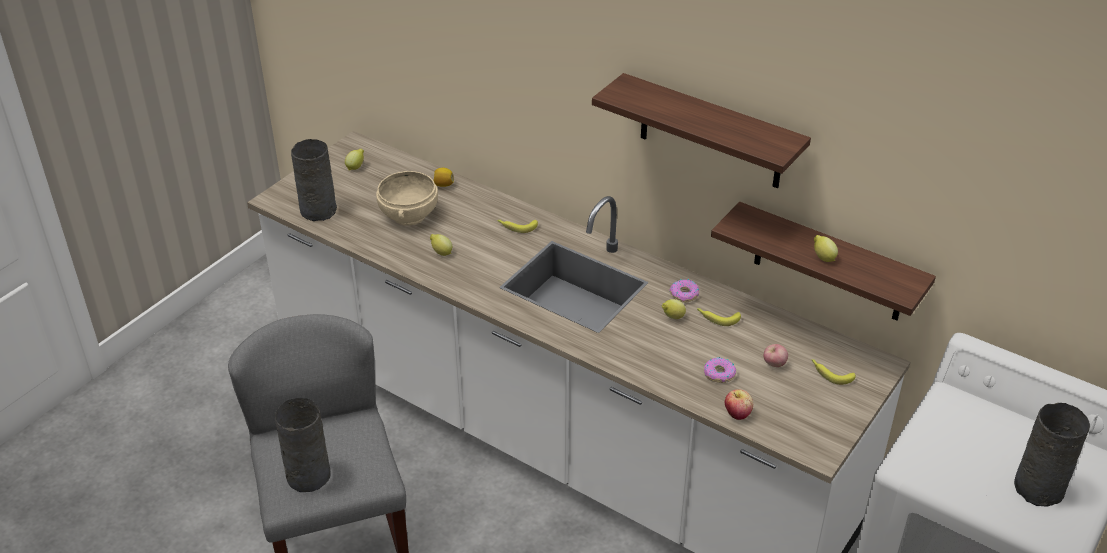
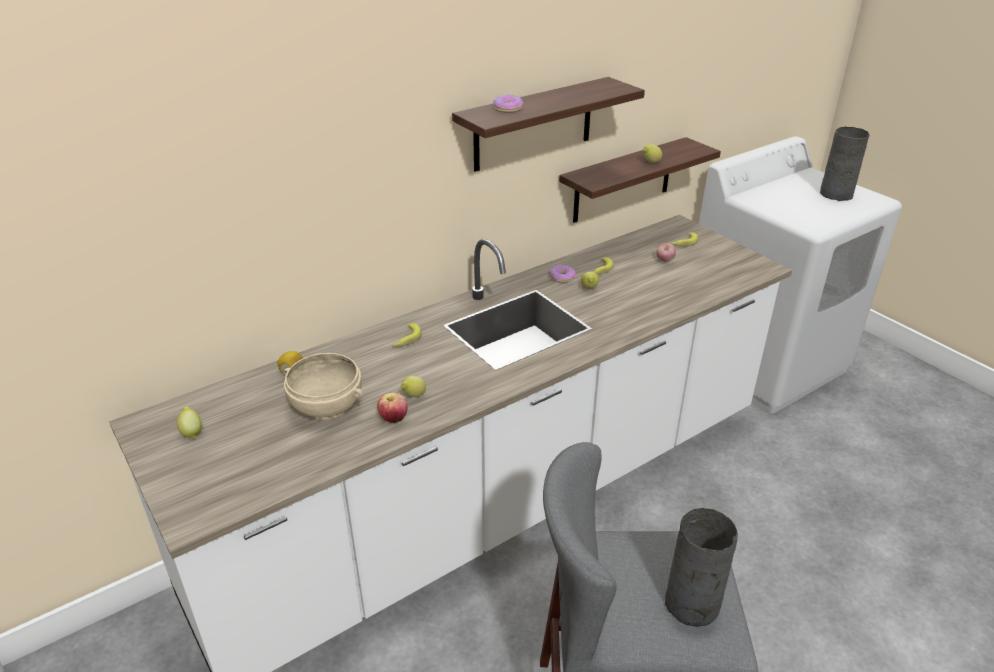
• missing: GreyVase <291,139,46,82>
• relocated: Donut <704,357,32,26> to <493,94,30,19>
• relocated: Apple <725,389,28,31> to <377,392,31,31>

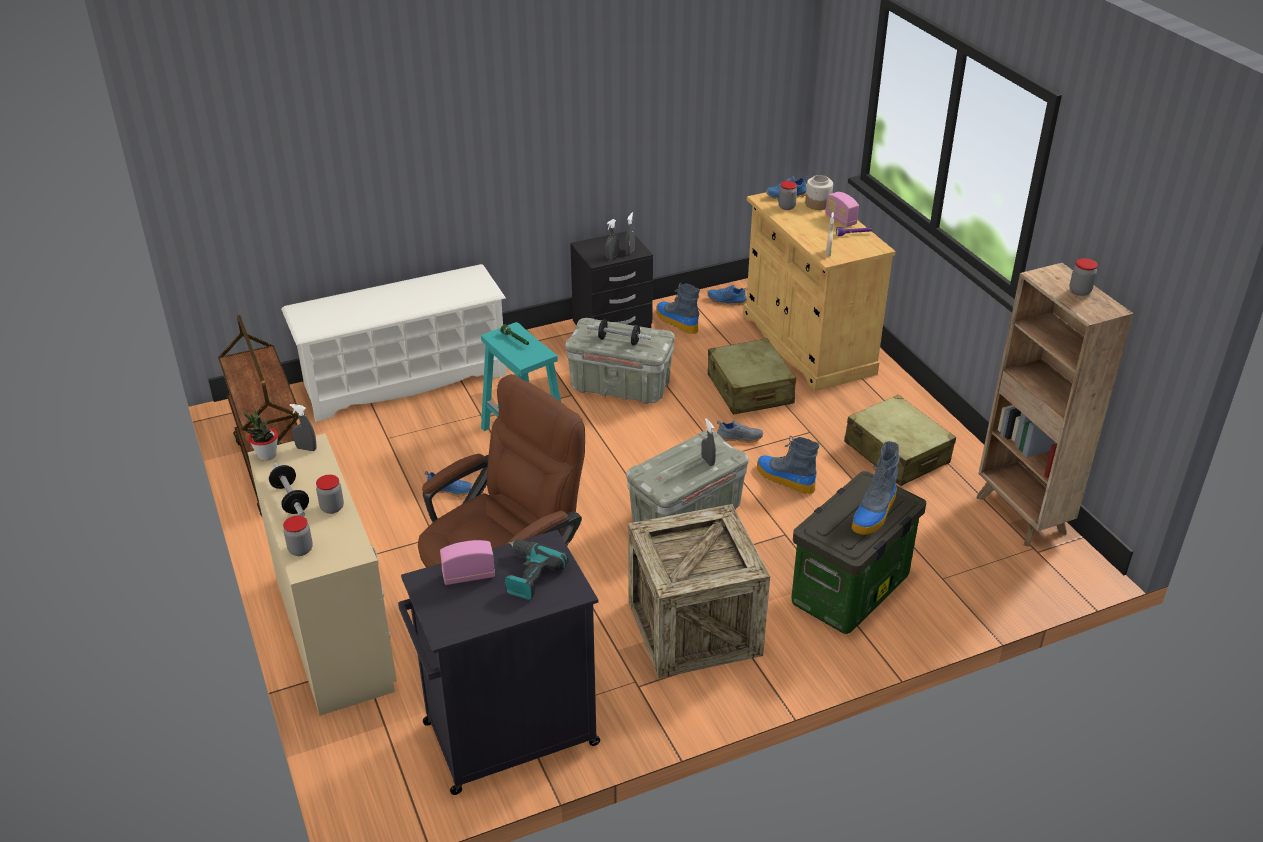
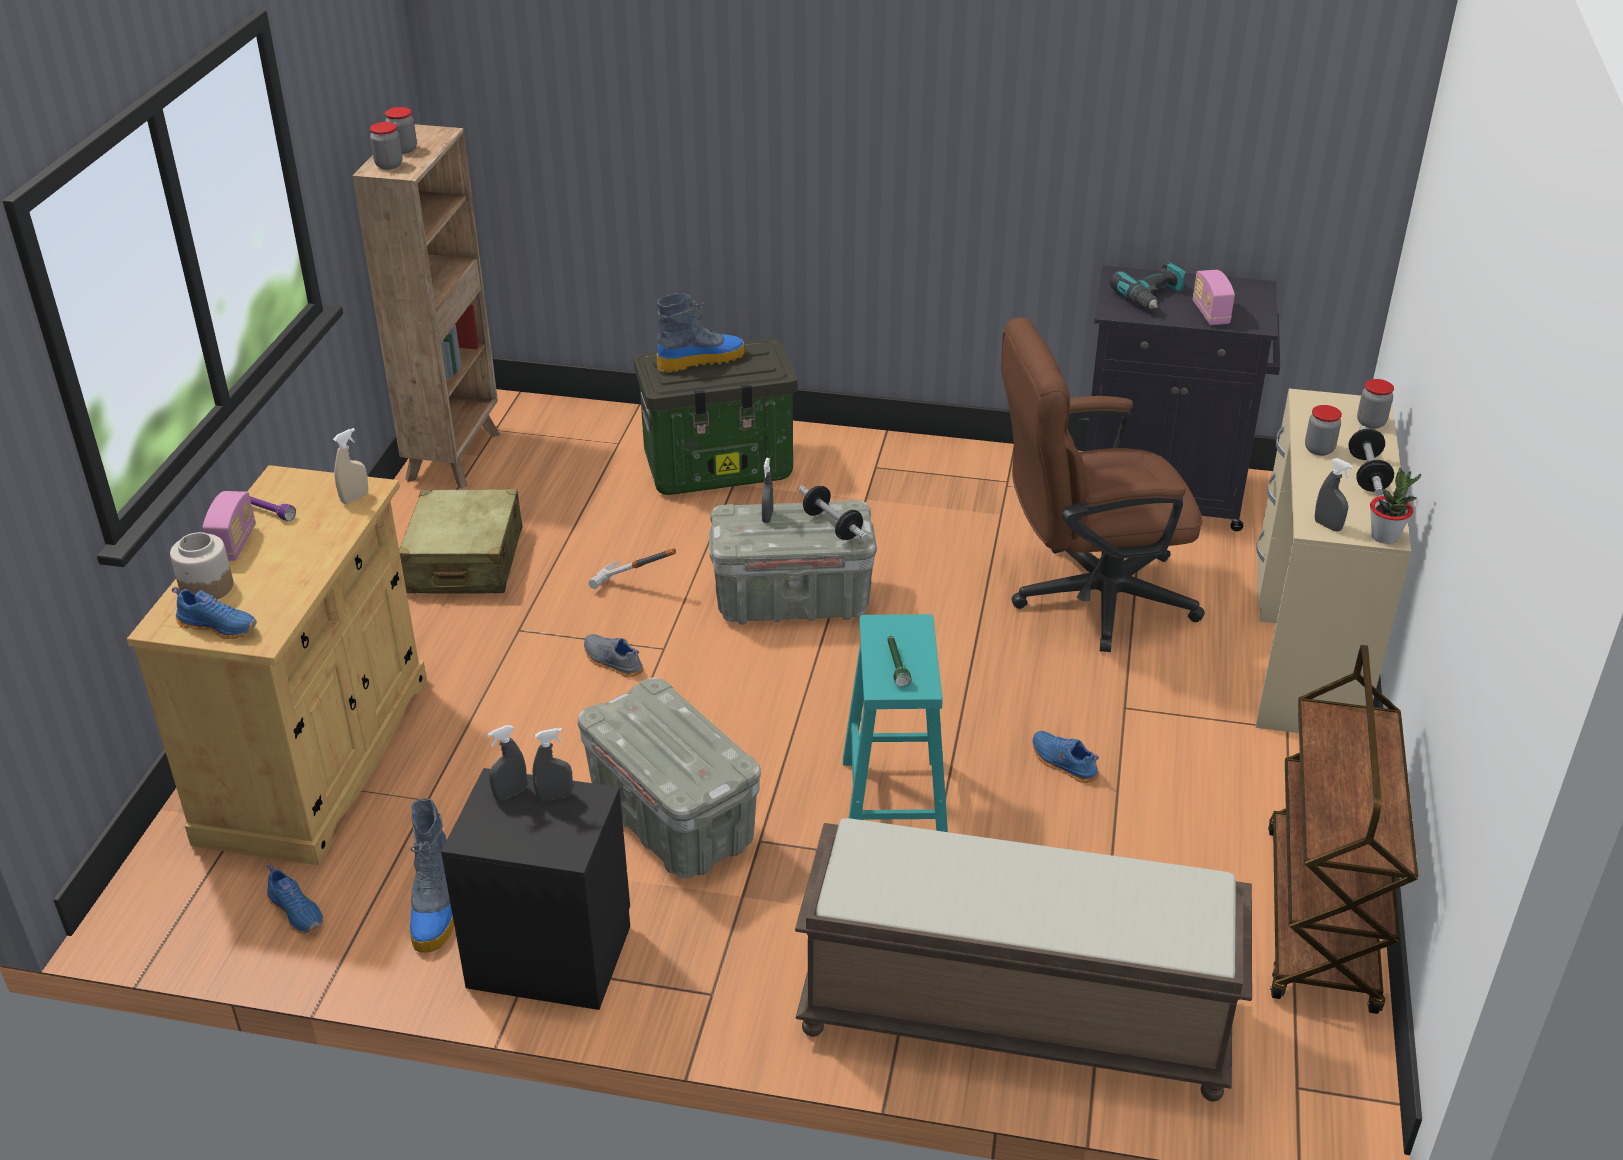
• relocated: Jar <778,181,19,29> to <370,122,32,48>
• exchanged: WhiteShoeRack <281,264,226,158> to BrownBench <795,818,457,284>
• relocated: Dumbbell <587,319,65,26> to <798,486,70,55>
• missing: BeigeSuitcase <708,338,88,77>
• exchanged: Boot <757,436,63,58> to Hammer <589,548,87,41>
• missing: Crate <628,504,142,174>
• spun: Radio <440,540,55,45> = <1193,270,42,55> 60 degrees clockwise

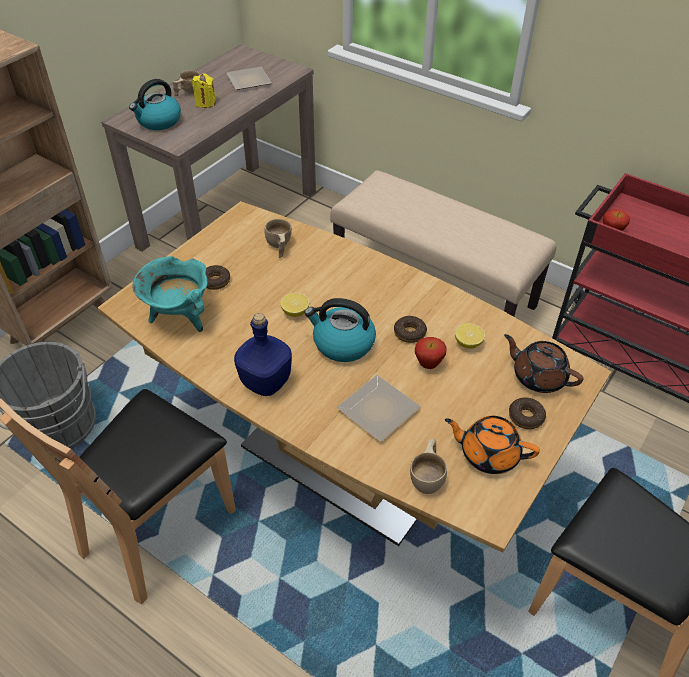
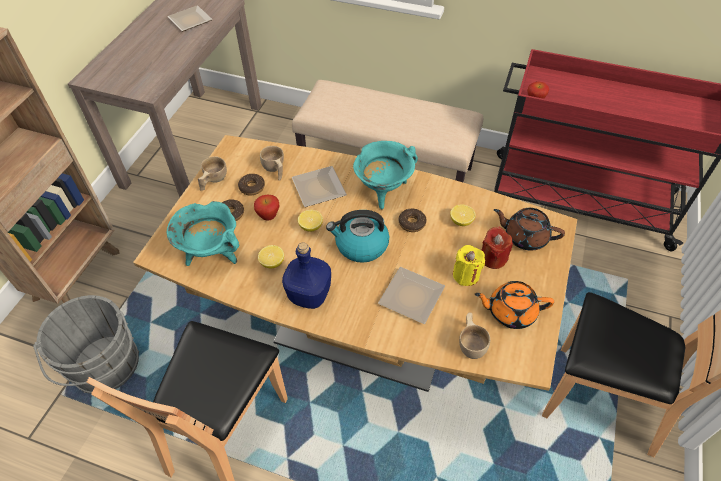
• relocated: BeigeCup <173,70,27,26> to <198,156,29,35>
• relocated: YellowCandle <192,73,24,35> to <453,245,32,41>
• missing: Kettle <129,79,52,51>
• relocated: Apple <415,337,31,32> to <254,195,25,26>
• relocated: Donut <509,397,37,32> to <238,174,27,22>
• appeared: TurquoiseCookingPot <353,141,65,68>
• appeared: Plate <292,166,55,41>
• appeared: RedCandle <481,227,32,42>
• appeared: Lemon <258,245,26,23>

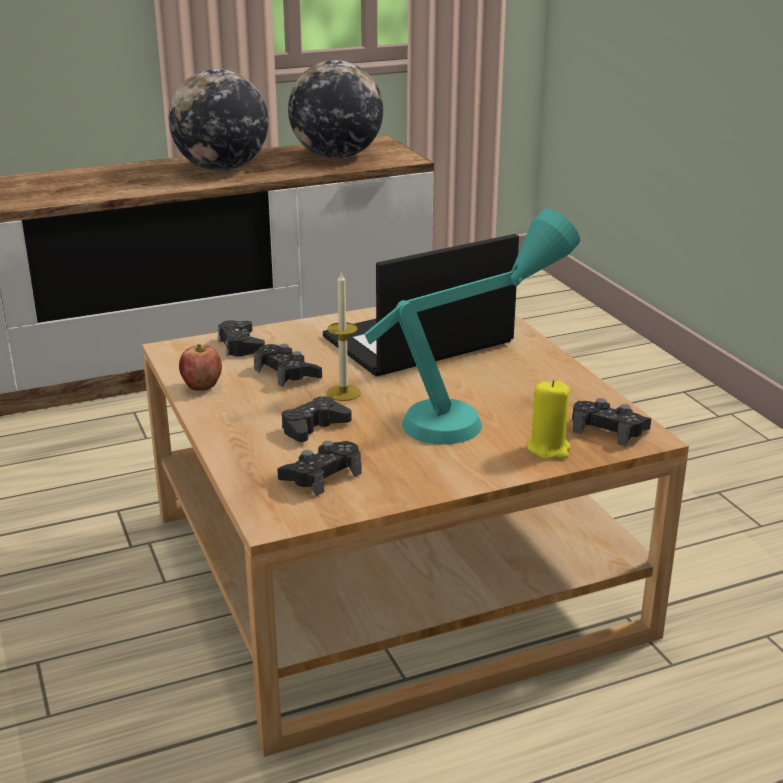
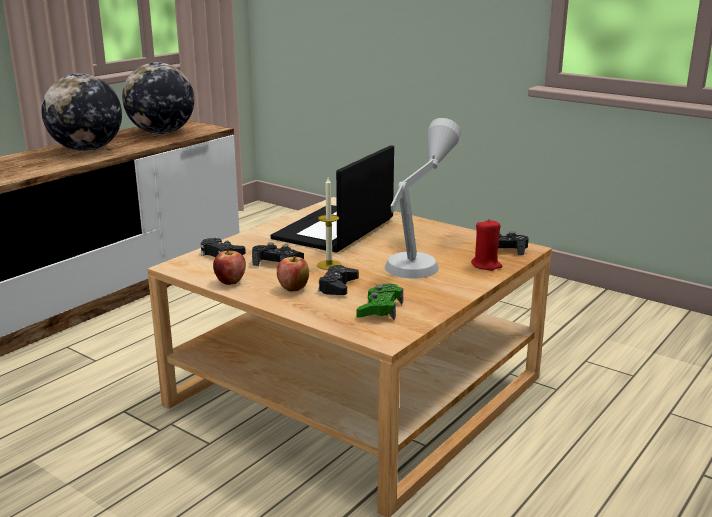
• colour: TurquoiseTableLamp <365,209,215,235> to GreyTableLamp <385,118,76,161>
• colour: YellowCandle <527,380,44,79> to RedCandle <471,219,31,52>
• colour: BlackGameController <277,441,85,55> to GreenGameController <356,283,47,37>
• appeared: Apple <277,256,32,35>

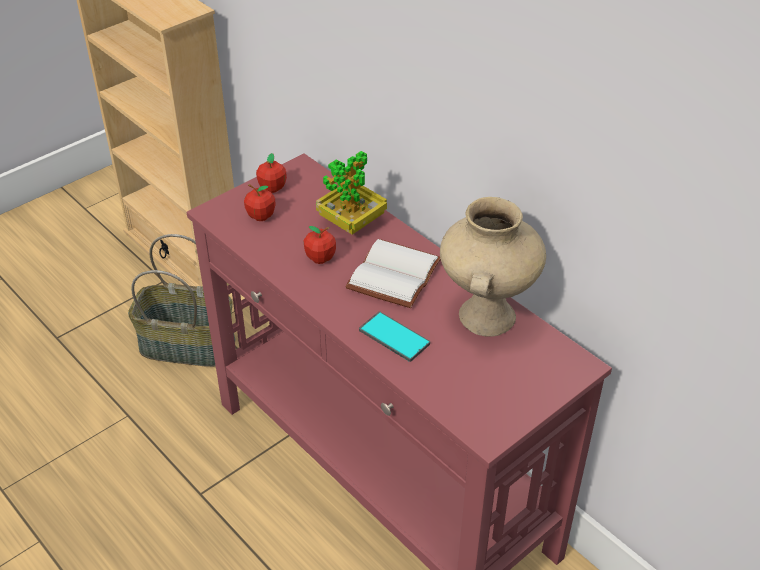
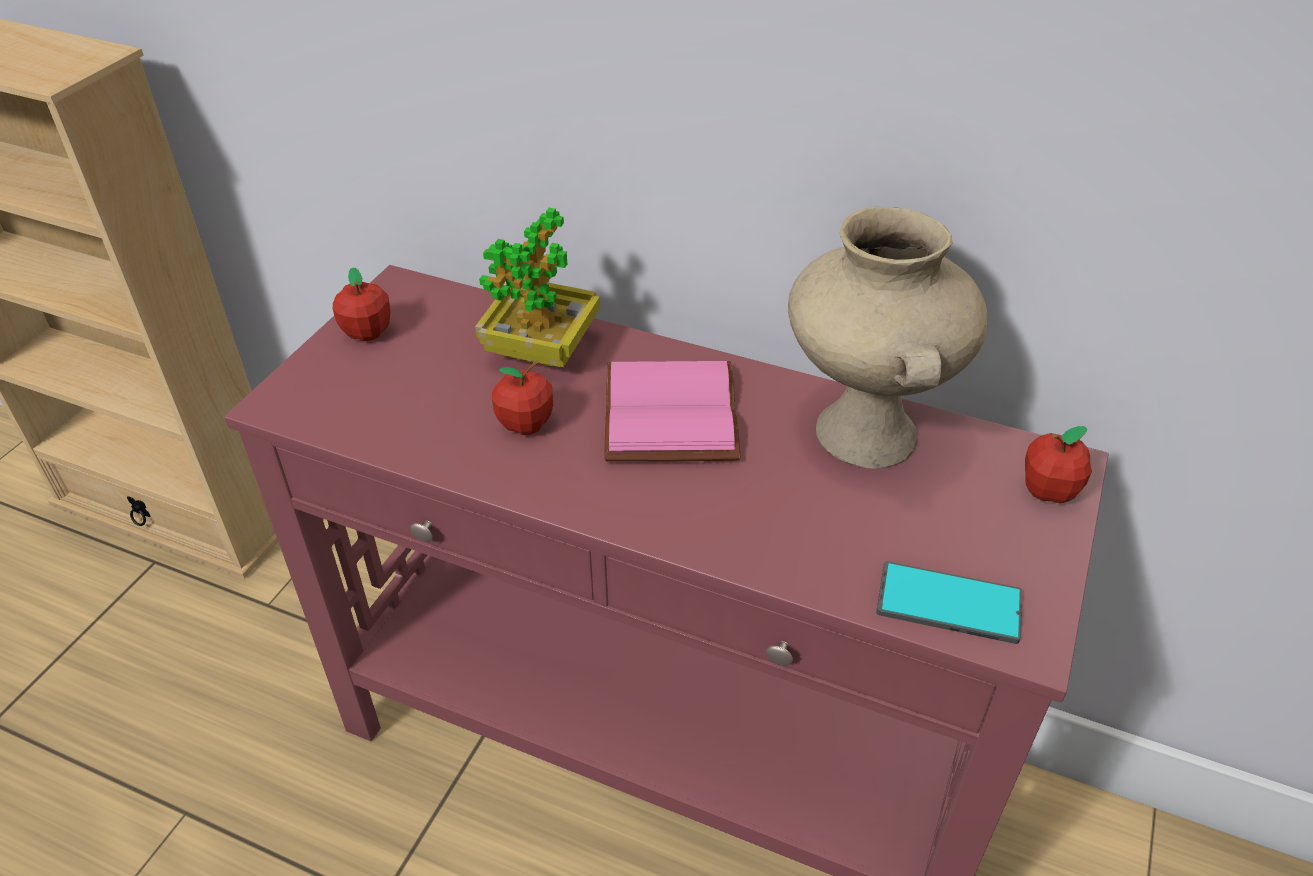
• relocated: Apple <244,184,32,37> to <1025,426,67,77>
• missing: Basket <128,234,107,133>
• colour: WhiteBook <345,239,96,69> to PinkBook <604,361,137,101>
• relocated: Phone <359,311,71,51> to <876,561,146,83>

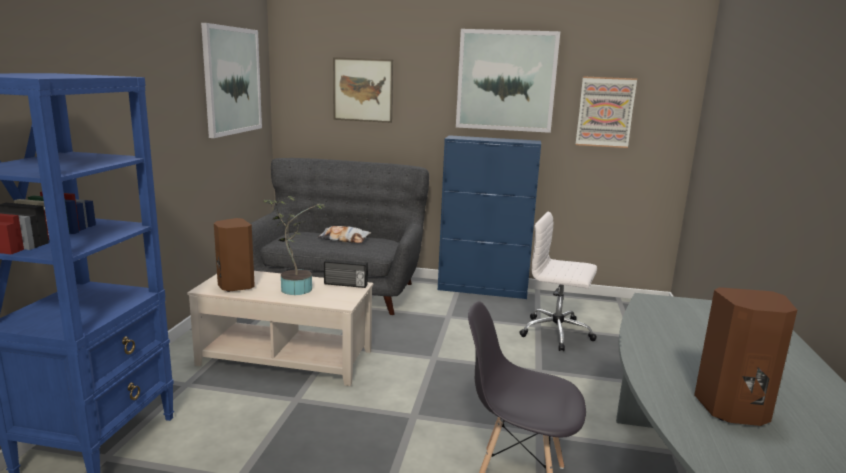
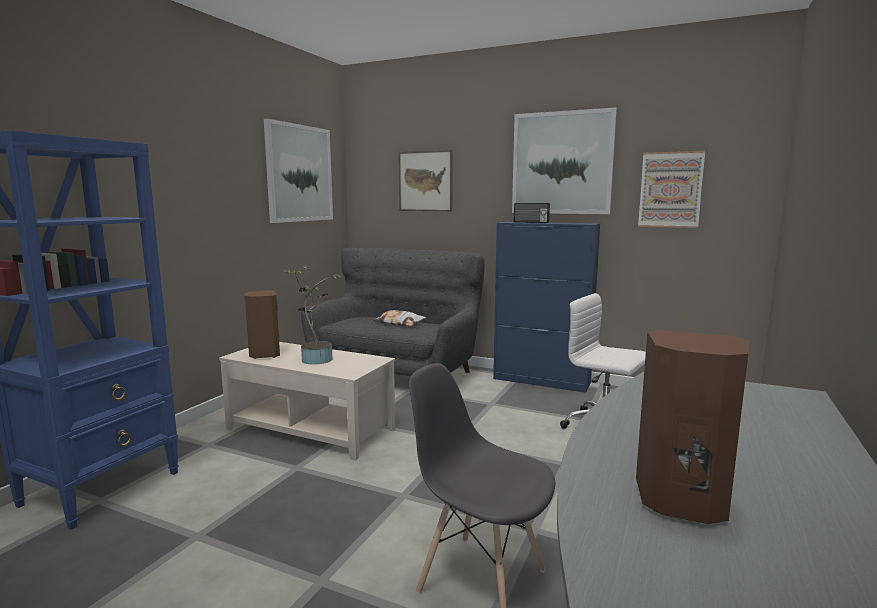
• relocated: Radio <324,259,44,29> to <514,203,36,20>

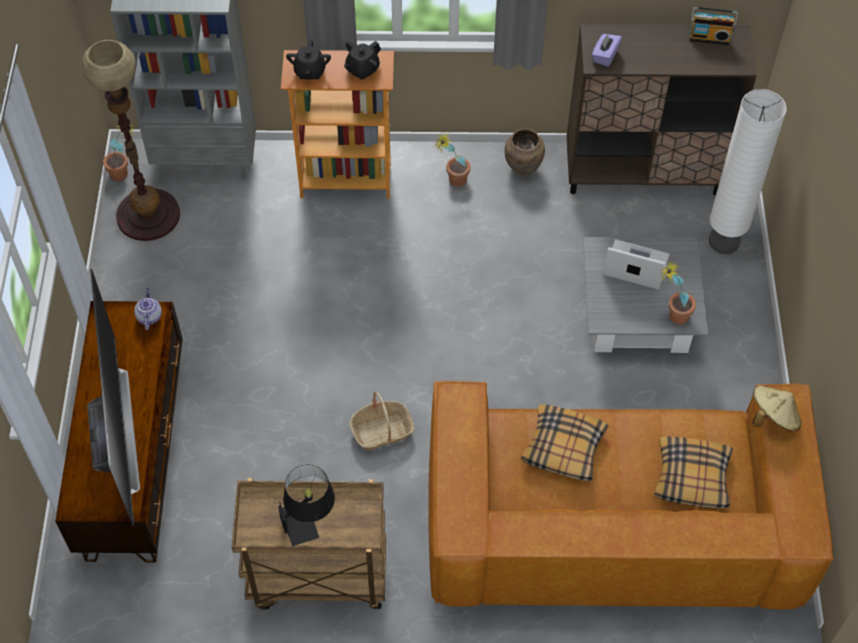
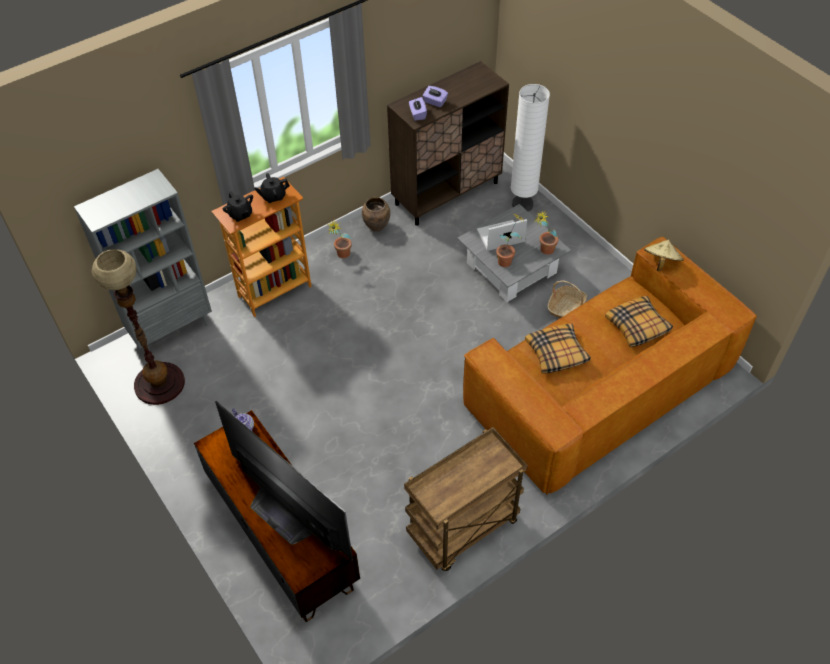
• missing: Radio <689,7,49,38>
• spun: BlackTeapot <344,41,37,39> = <254,173,36,30> 60 degrees clockwise
• relocated: PottedPlant <103,124,31,57> to <496,214,30,53>
• relocated: Basket <350,392,65,58> to <547,280,40,38>
• missing: BlackTableLamp <278,465,57,81>
• appeared: PurpleTissueBox <422,86,26,21>

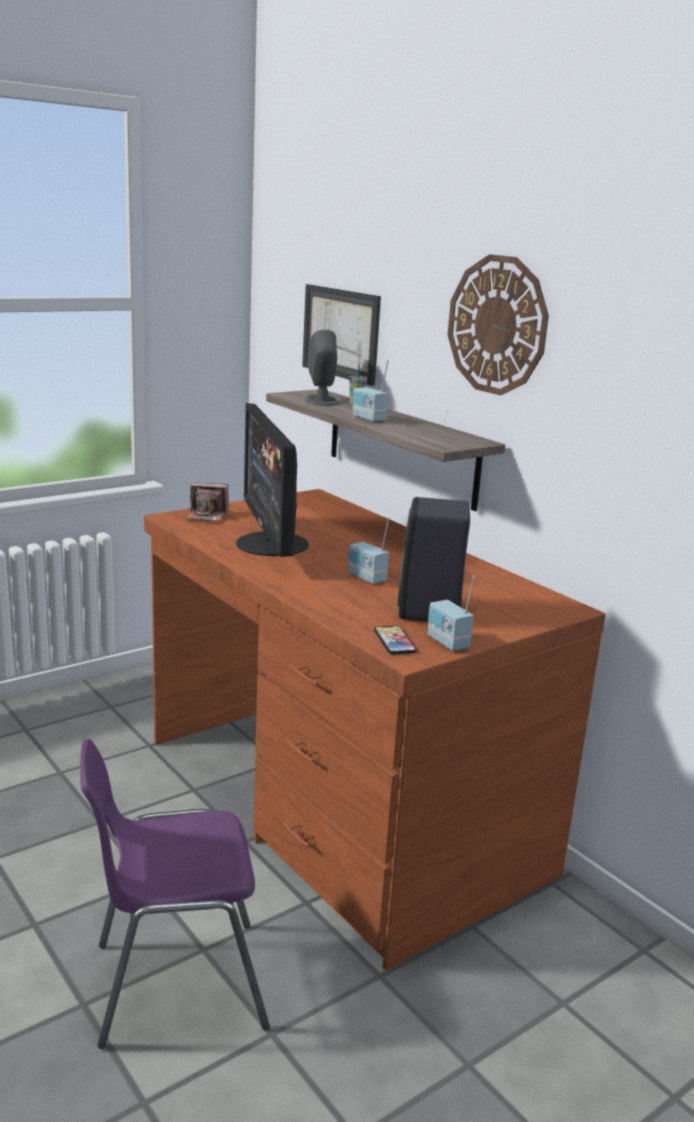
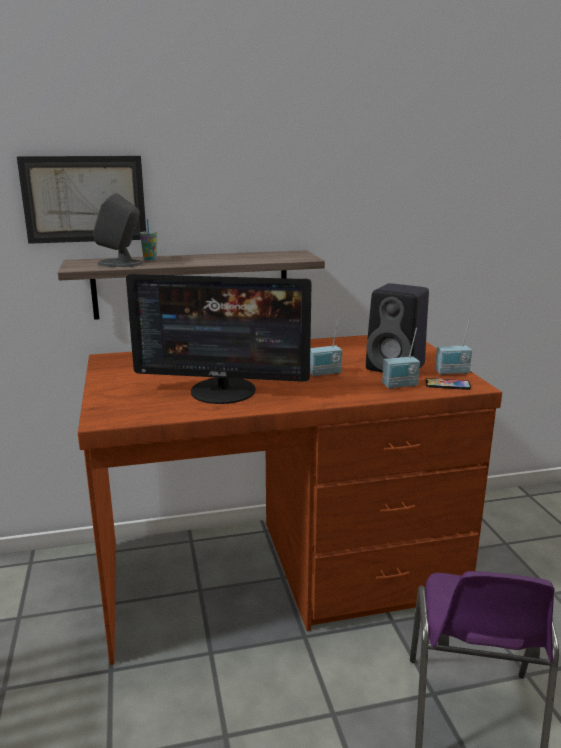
• missing: WallClock <448,254,101,141>
• relocated: Radio <352,360,37,62> to <382,328,38,61>
• missing: PhotoCamera <186,482,43,40>

